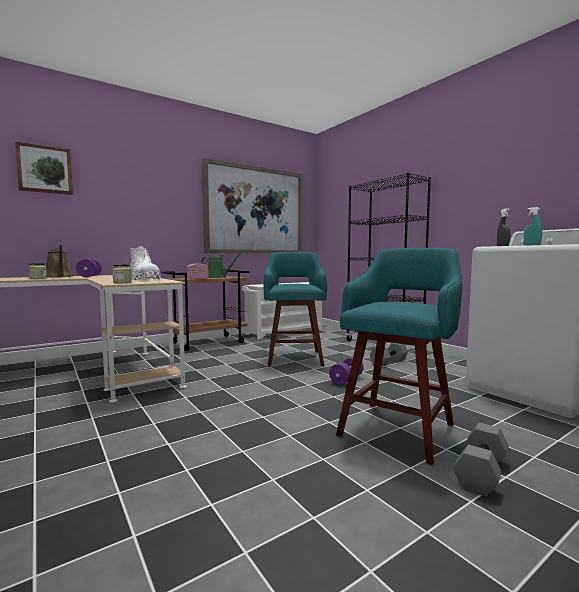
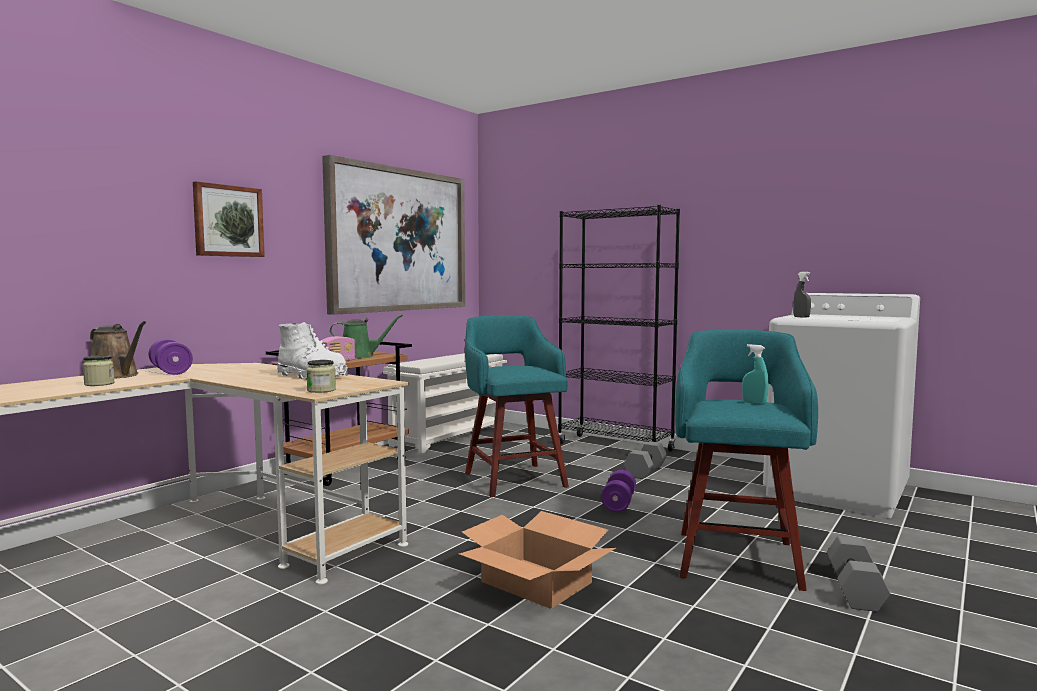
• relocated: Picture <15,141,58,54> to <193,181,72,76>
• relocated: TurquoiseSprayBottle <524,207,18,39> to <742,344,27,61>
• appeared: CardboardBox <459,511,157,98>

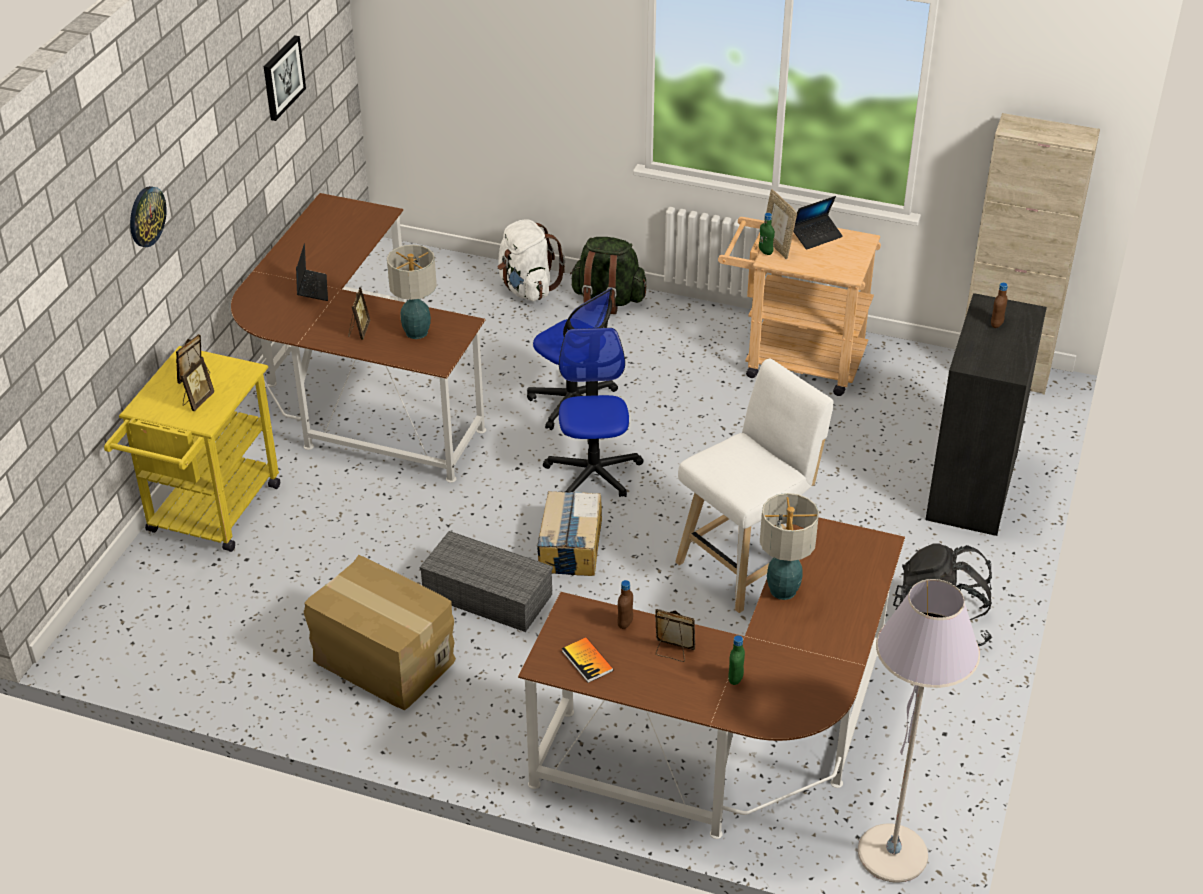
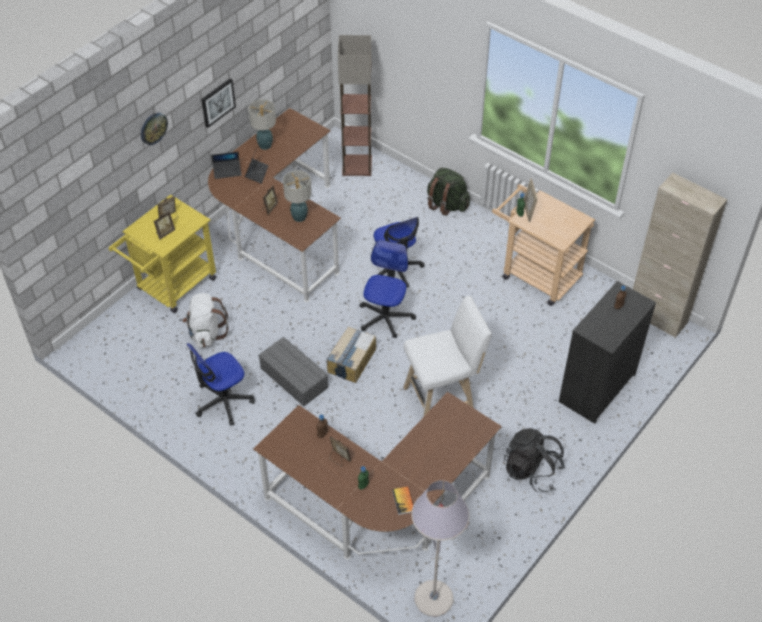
• relocated: Picture <264,35,42,86> to <201,78,35,50>
• relocated: Laptop <793,196,50,54> to <211,152,30,27>
• relocated: WhiteBackpack <498,219,67,82> to <182,293,46,55>
• relocated: TableLamp <760,493,59,107> to <248,99,28,51>
• exchanged: CardboardBox <304,555,152,155> to OfficeChair <187,343,68,83>
• relocated: Book <562,637,52,46> to <392,486,21,29>
• appeared: FloorLamp <338,35,34,141>

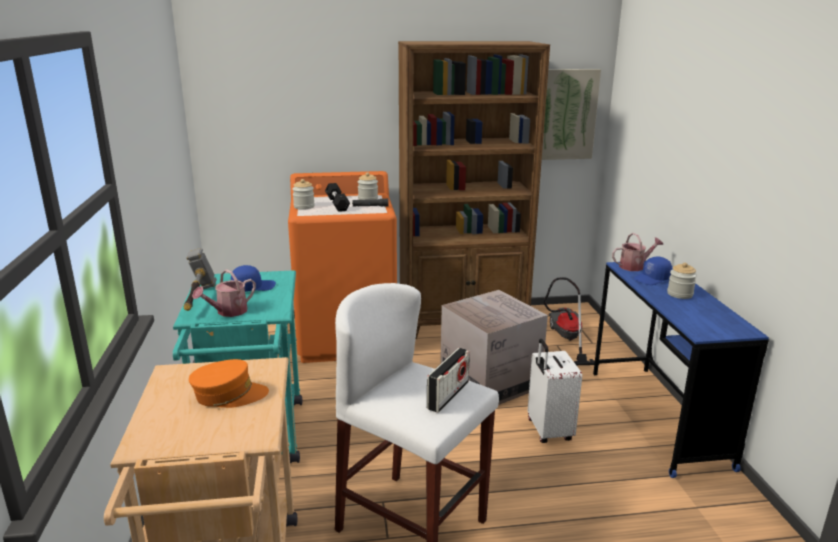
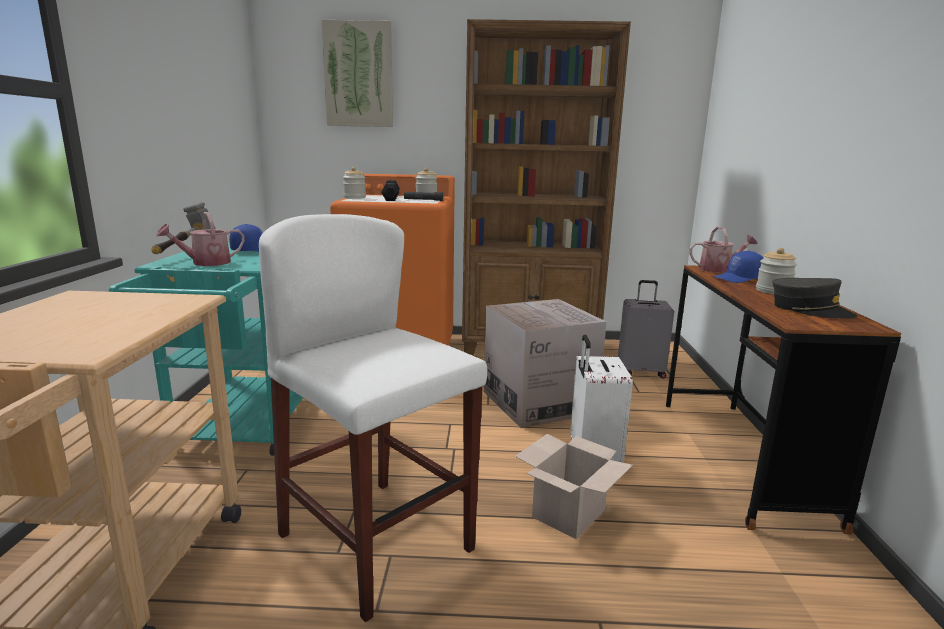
• relocated: Picture <542,69,59,91> to <322,20,71,107>
• colour: BlueDesk <593,261,176,217> to BrownDesk <666,265,235,269>
• exchanged: VacuumCleaner <544,277,51,88> to GreySuitcase <618,280,56,98>
• missing: Radio <427,348,43,65>
• missing: OrangeCap <189,359,80,49>
• appeared: GreyCap <773,278,85,41>
• appeared: CardboardBox <515,434,118,105>

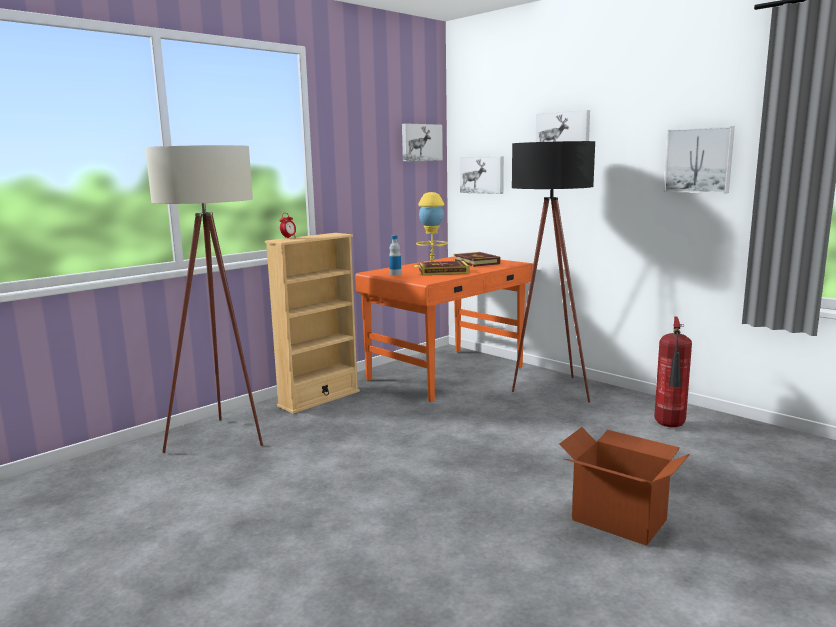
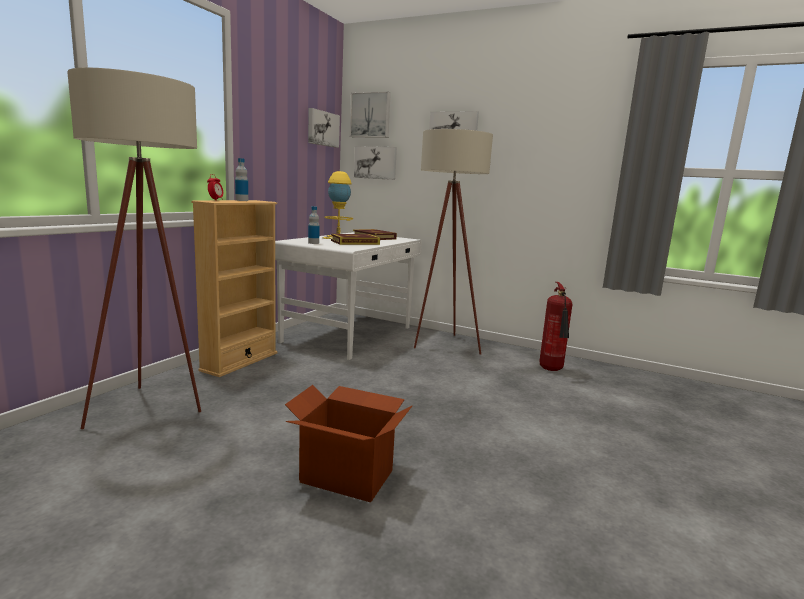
• relocated: Picture <664,126,71,67> to <350,91,41,47>
• colour: BlackFloorLamp <512,141,83,262> to BeigeFloorLamp <414,129,79,226>
• colour: OrangeDesk <355,256,178,146> to WhiteDesk <275,232,147,128>
• relocated: CardboardBox <560,427,130,119> to <285,385,127,118>
• appeared: Bottle <235,158,13,43>

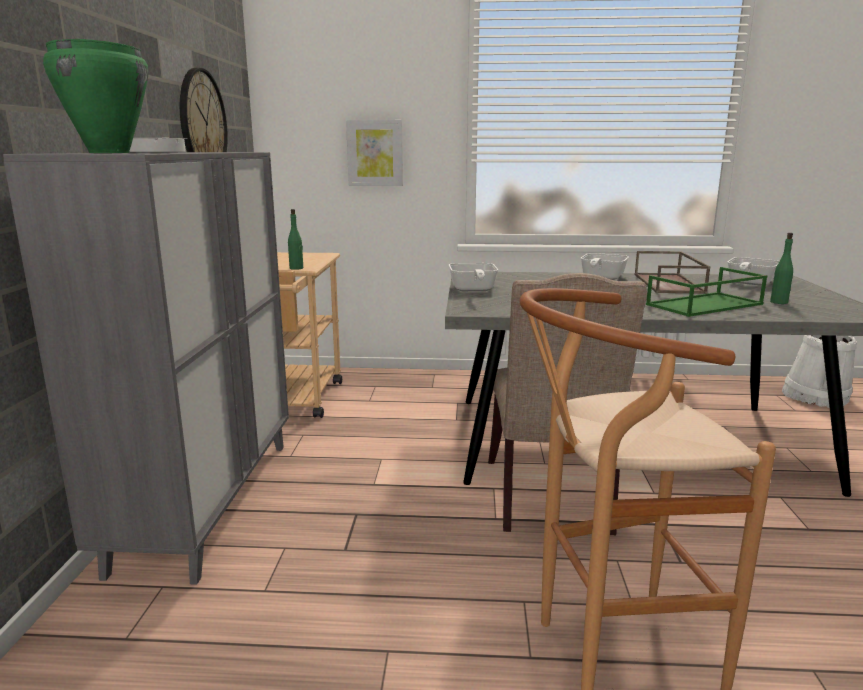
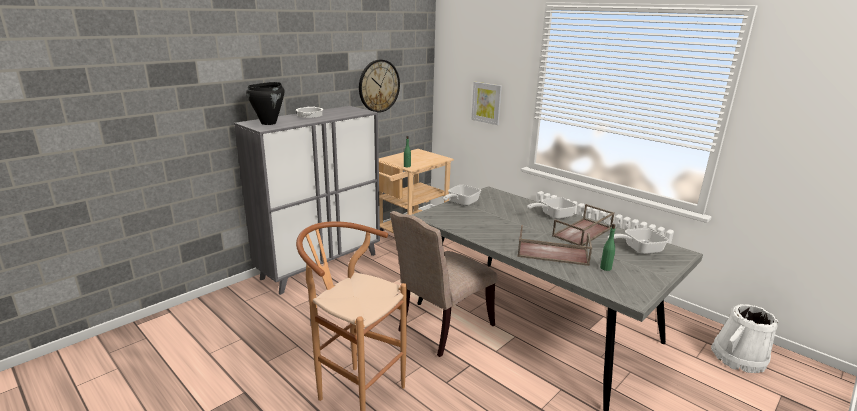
• colour: GreenCookingPot <43,38,105,115> to BlackCookingPot <246,82,38,43>
• colour: GreenTray <646,267,122,50> to BrownTray <517,225,75,41>

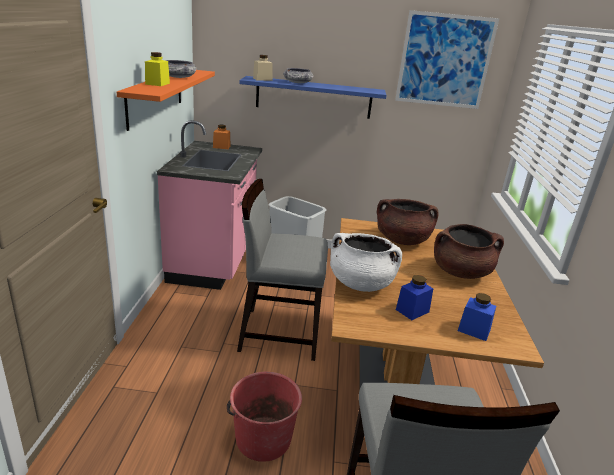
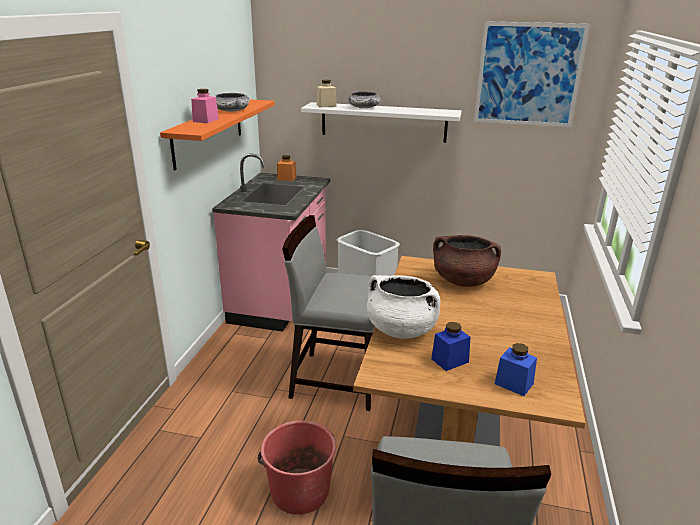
• colour: YellowJar <145,52,25,34> to PinkJar <191,89,28,34>
• colour: BlueShelf <240,76,146,43> to WhiteShelf <301,102,161,41>
• missing: BrownCookingPot <434,224,70,55>

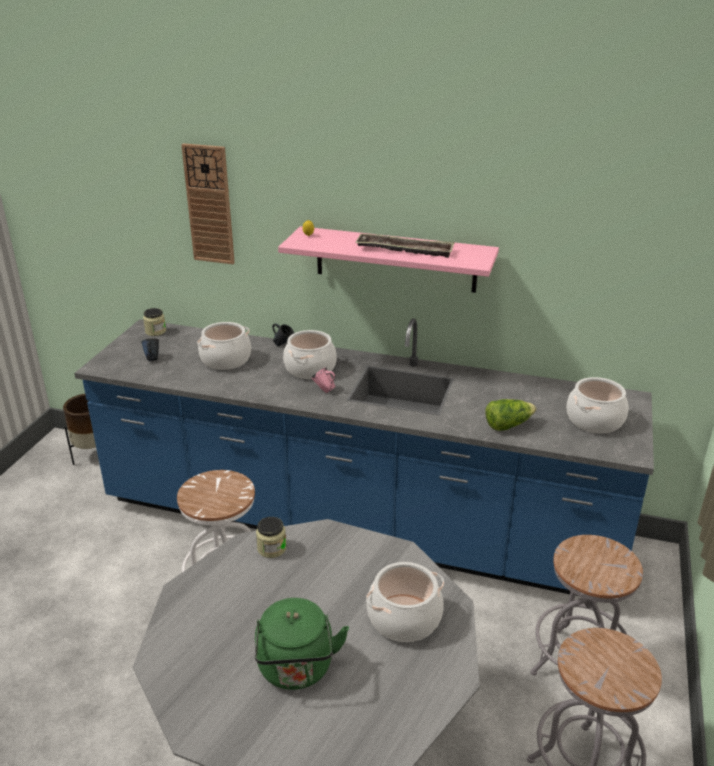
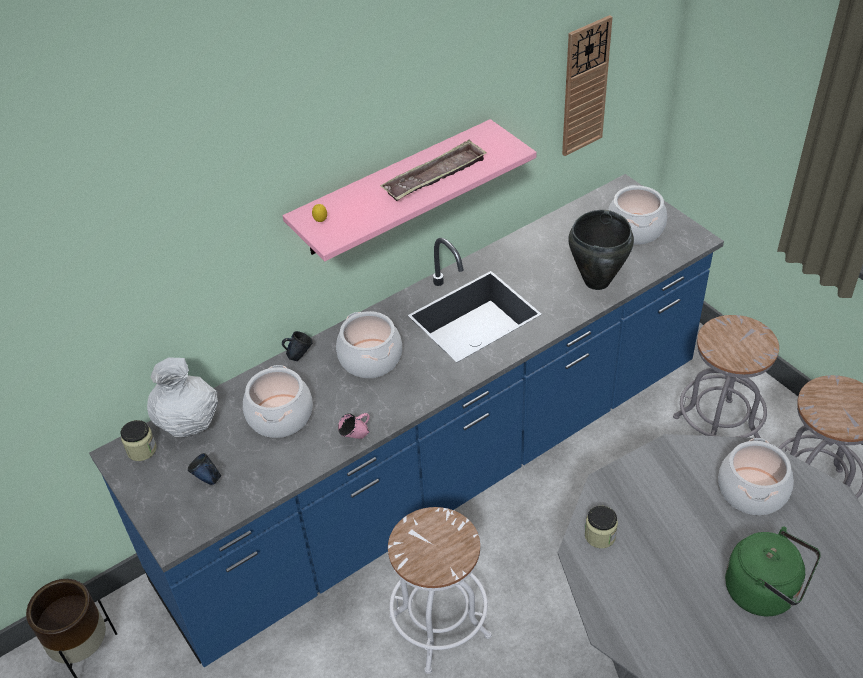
• relocated: WallClock <181,143,54,121> to <562,15,51,141>
• relocated: PinkMug <311,367,25,26> to <338,413,32,26>
• exchanged: Lettuce <485,399,51,32> to BlackCookingPot <568,210,66,80>
• appeared: WhiteVase <147,357,71,80>

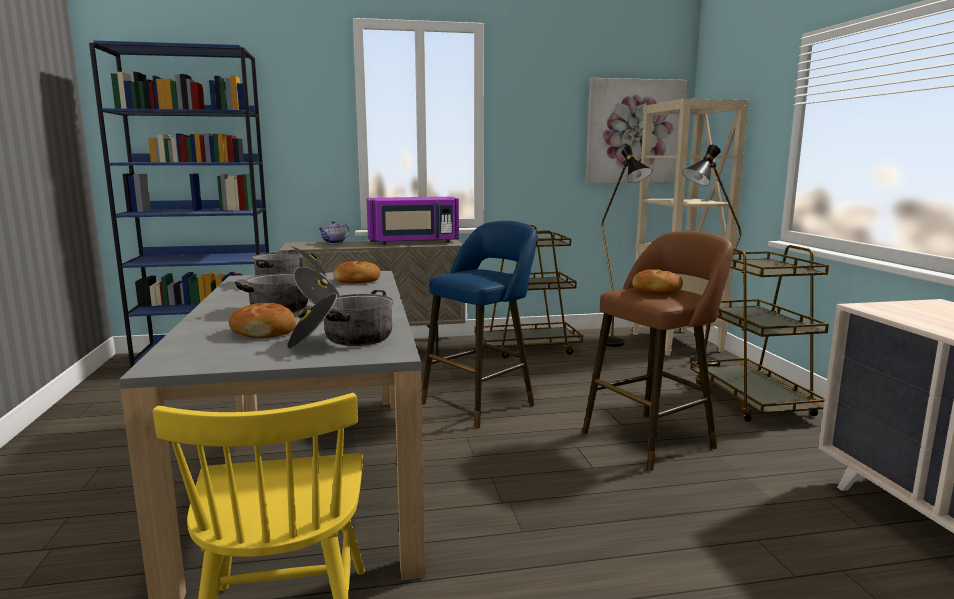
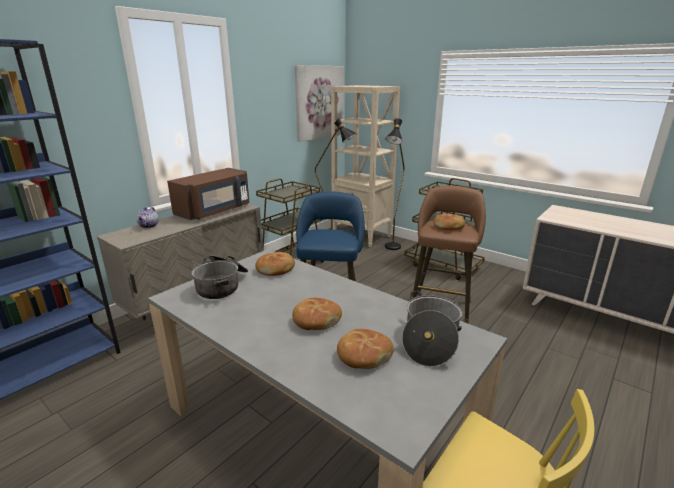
• colour: PurpleMicrowave <366,197,93,48> to BrownMicrowave <167,168,82,52>
• exchanged: CookingPot <235,267,105,46> to Bread <292,297,50,33>

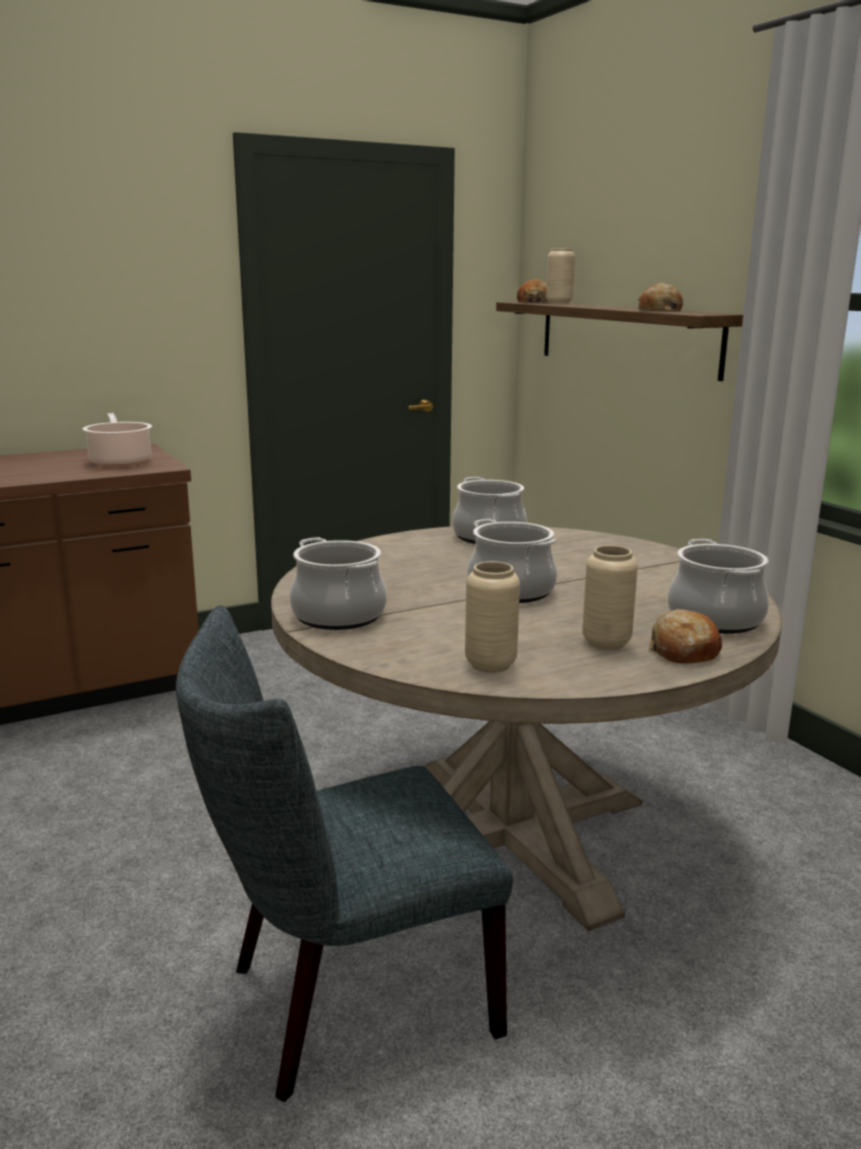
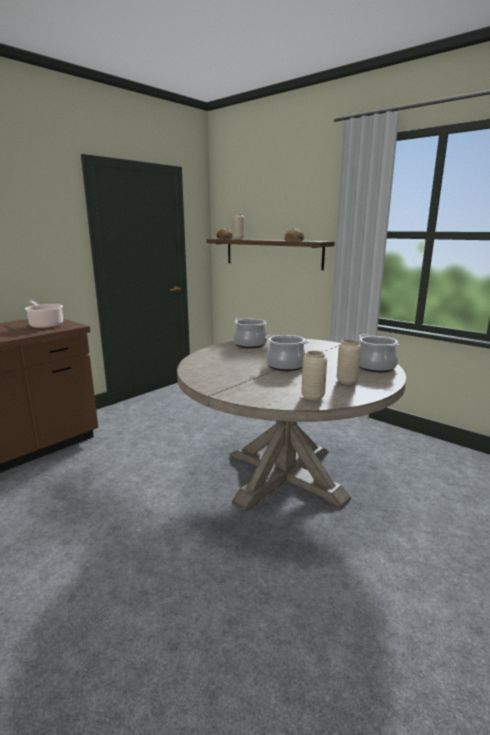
• missing: CookingPot <290,537,97,93>
• missing: GreyChair <176,605,337,497>
• missing: Bread <649,609,73,54>

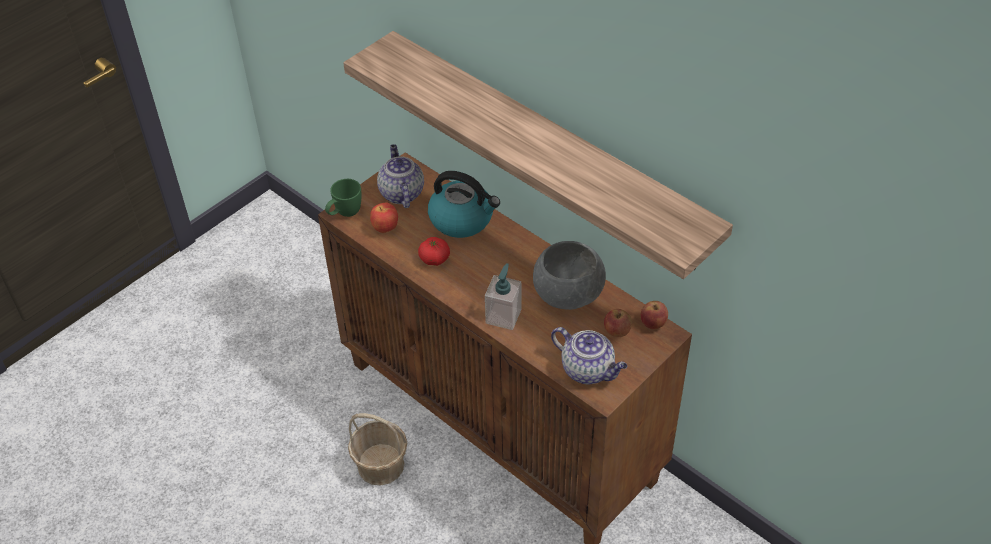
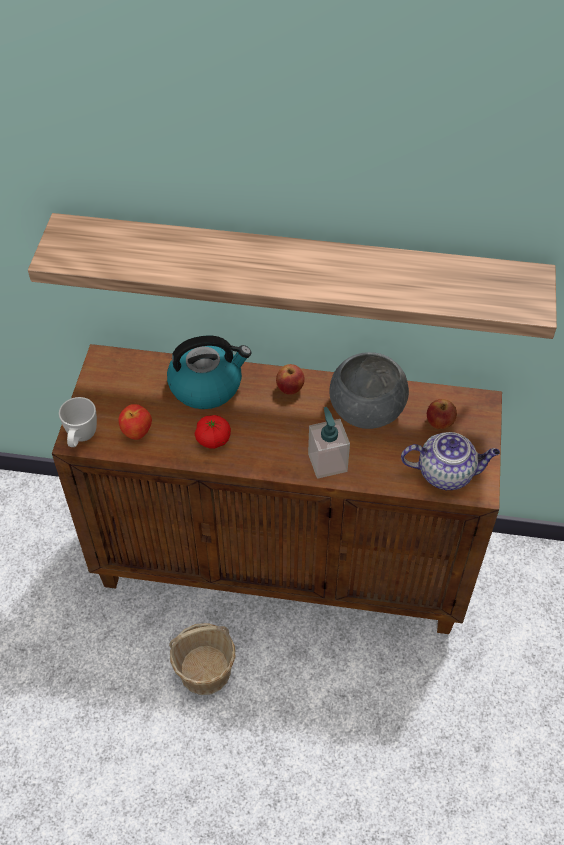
• missing: Teapot <377,144,47,64>
• colour: GreenMug <325,179,36,38> to WhiteMug <59,397,38,50>
• relocated: Apple <641,301,27,29> to <276,364,29,31>

